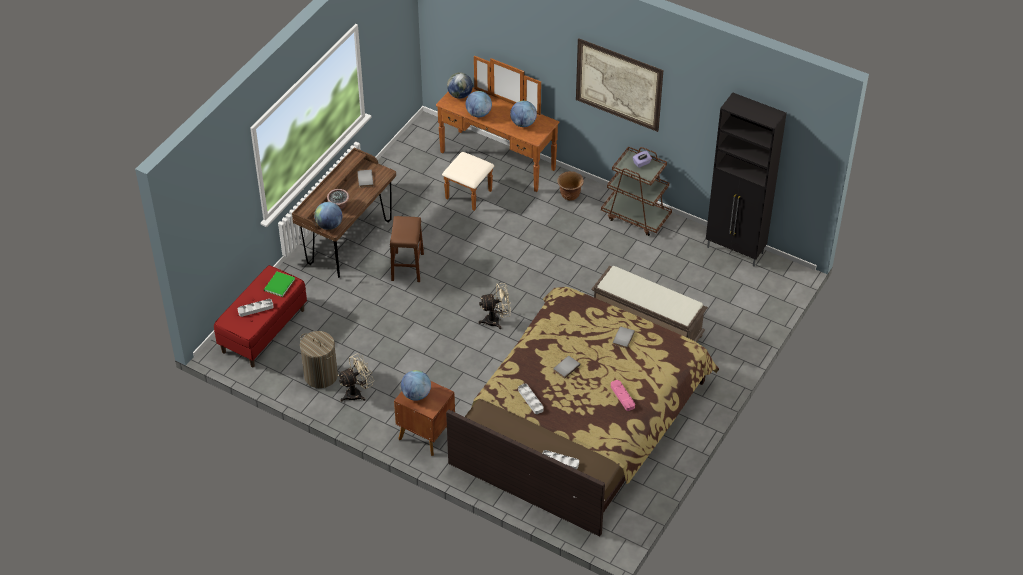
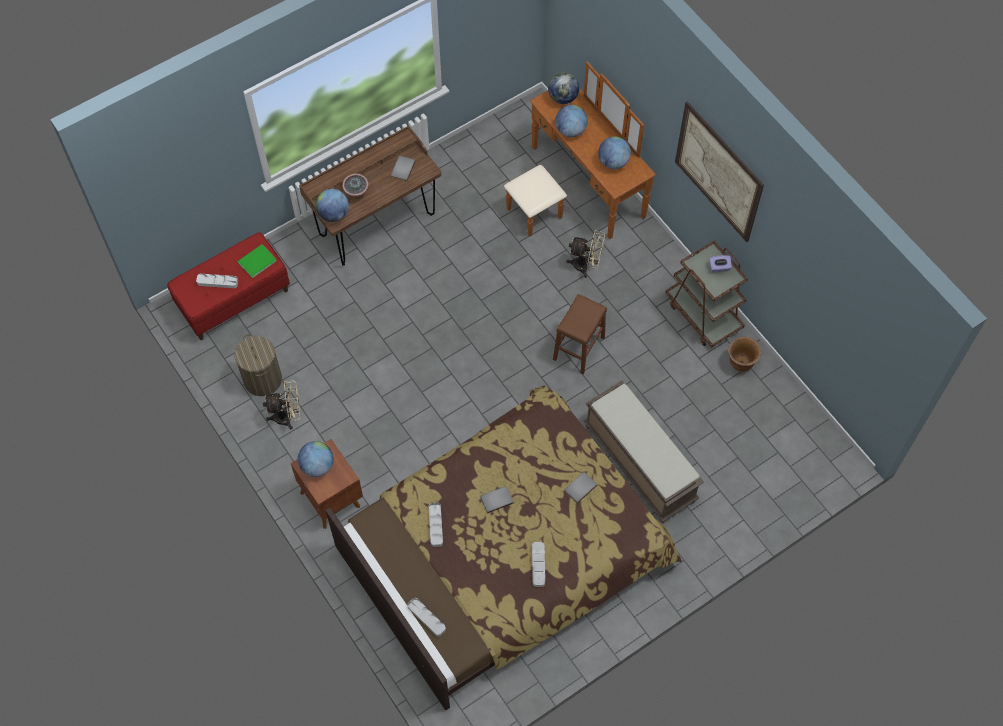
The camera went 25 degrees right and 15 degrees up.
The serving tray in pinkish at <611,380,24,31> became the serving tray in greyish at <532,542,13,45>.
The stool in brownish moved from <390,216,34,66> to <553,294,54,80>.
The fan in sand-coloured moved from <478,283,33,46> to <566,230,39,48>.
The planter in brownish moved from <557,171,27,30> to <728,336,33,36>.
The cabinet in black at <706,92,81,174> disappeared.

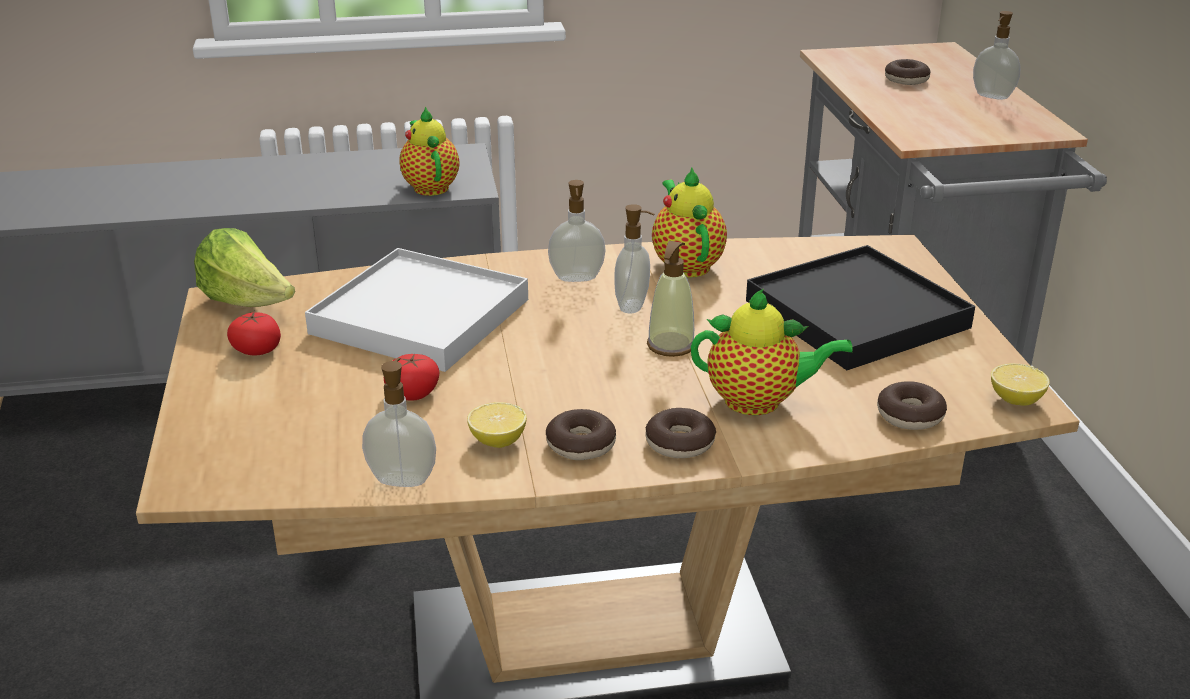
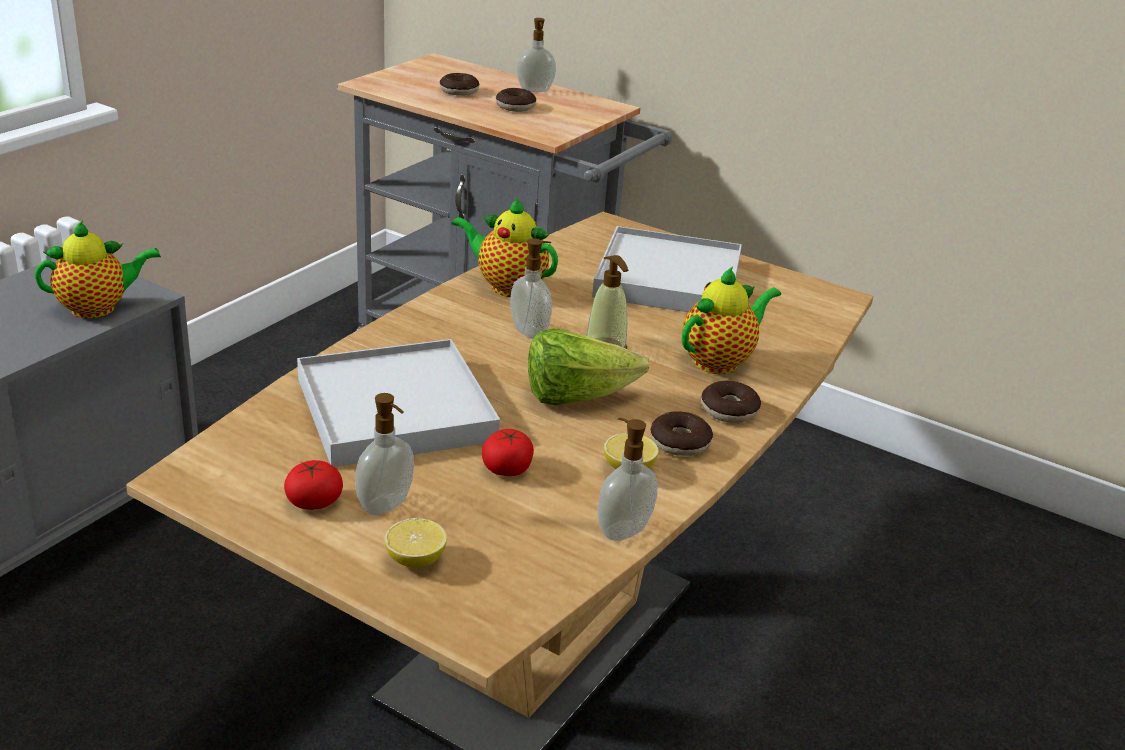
The camera went 50 degrees left and 0 degrees up.
The pot for tea at <399,106,60,90> turned 135 degrees clockwise.
The soap bottle moved from <548,180,58,102> to <355,393,59,122>.
The whole lemon moved from <991,363,59,43> to <384,518,63,50>.
The donut moved from <877,381,70,49> to <496,88,40,24>.
The lettuce head moved from <194,228,101,79> to <528,328,122,78>.
The serving tray in black at <746,245,229,125> became the serving tray in whitish at <592,226,150,86>.

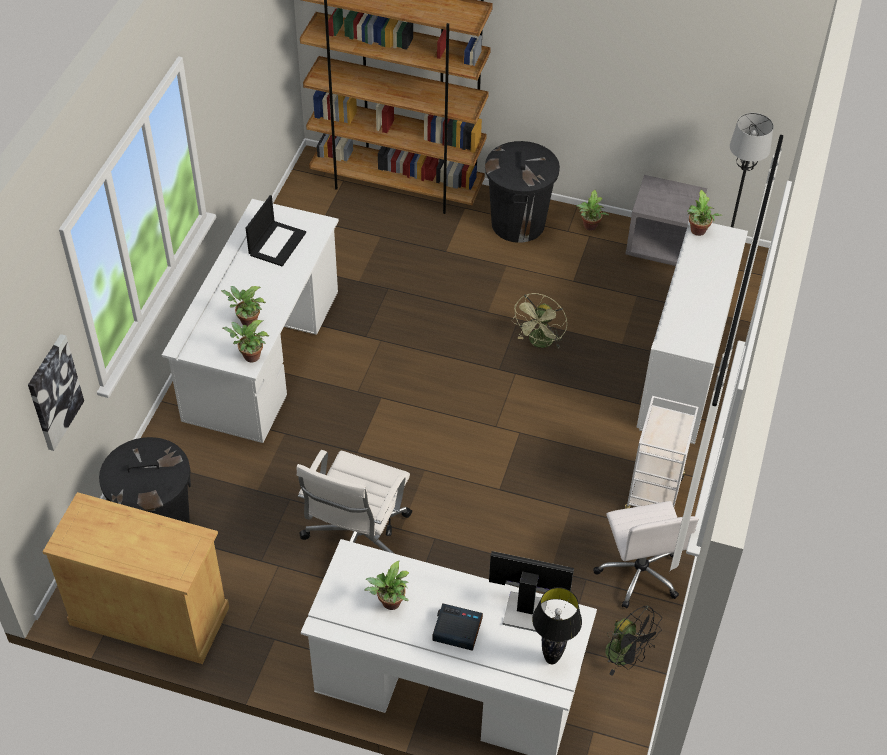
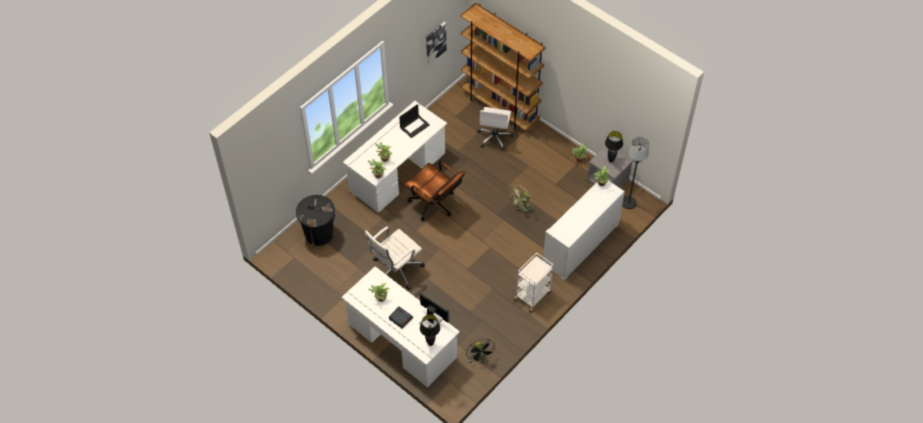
The camera went 25 degrees right and 5 degrees up.
The desk chair in brownish at <405,161,60,60> appeared.
The picture moved from <28,334,56,117> to <426,22,21,43>.
The desk chair in whitish moved from <593,501,106,107> to <477,107,37,44>.
The table lamp in black at <605,131,18,32> appeared.
The cabinet in sand-coloured at <43,492,186,172> disappeared.
The waste bin in black at <485,141,75,102> disappeared.

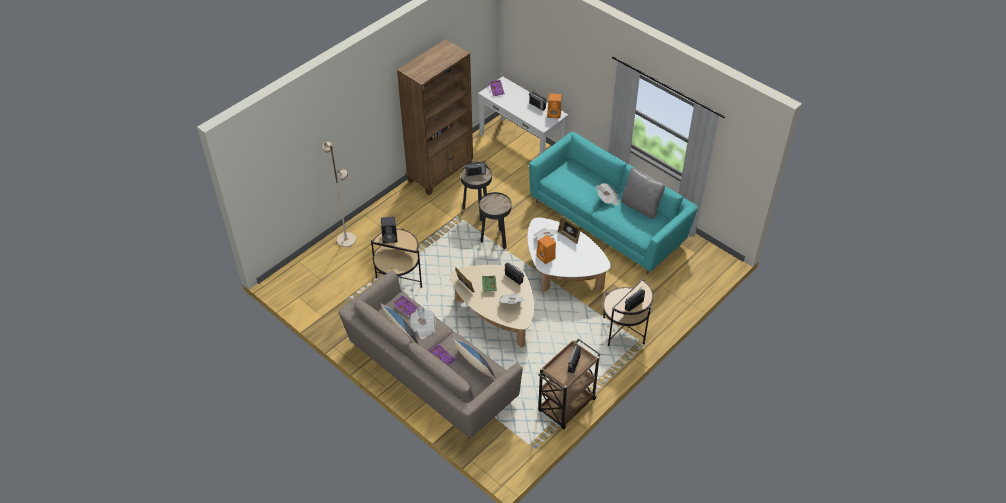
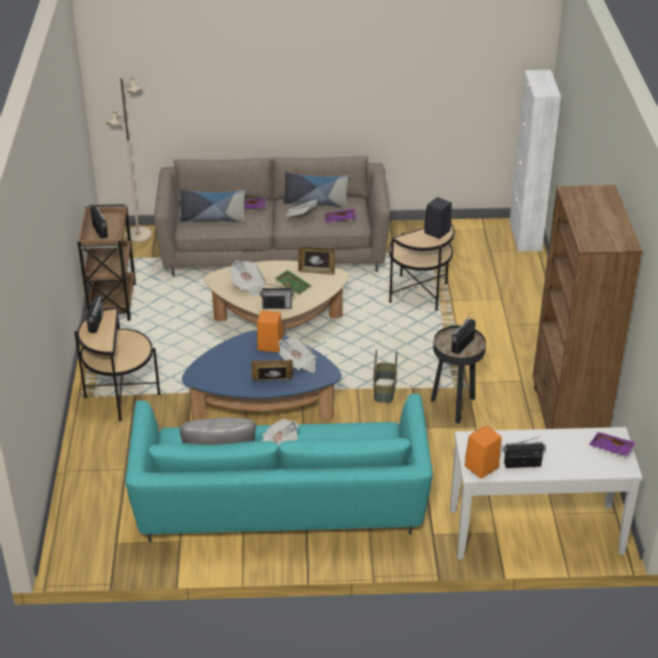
The camera went 135 degrees right and 10 degrees down.
The floor lamp in sand-coloured moved from <322,142,34,105> to <107,78,45,165>.
The low table in whitish at <528,217,83,75> became the low table in blue-coloured at <182,330,160,91>.
The end table in black at <479,192,32,57> was replaced by the storage basket at <373,349,24,54>.
The cabinet in whitish at <509,70,52,182> appeared.

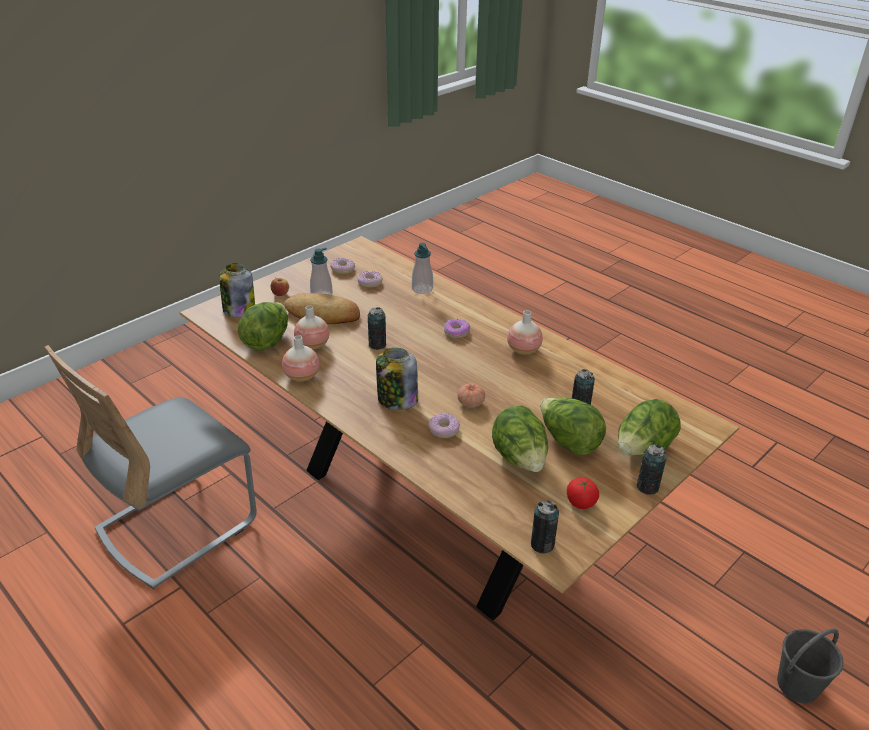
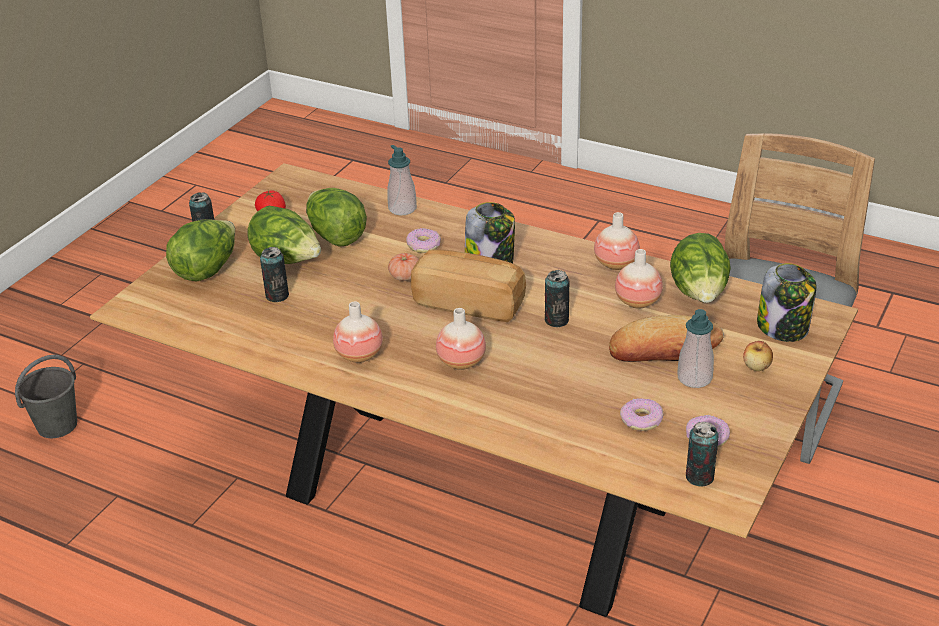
The camera went 165 degrees right and 0 degrees up.
The soap bottle moved from <412,243,21,51> to <388,145,29,70>.
The bread at <411,250,115,72> appeared.
The donut at <444,319,26,19> was replaced by the vase at <436,308,50,62>.
The metal can moved from <531,500,28,53> to <686,422,33,65>.

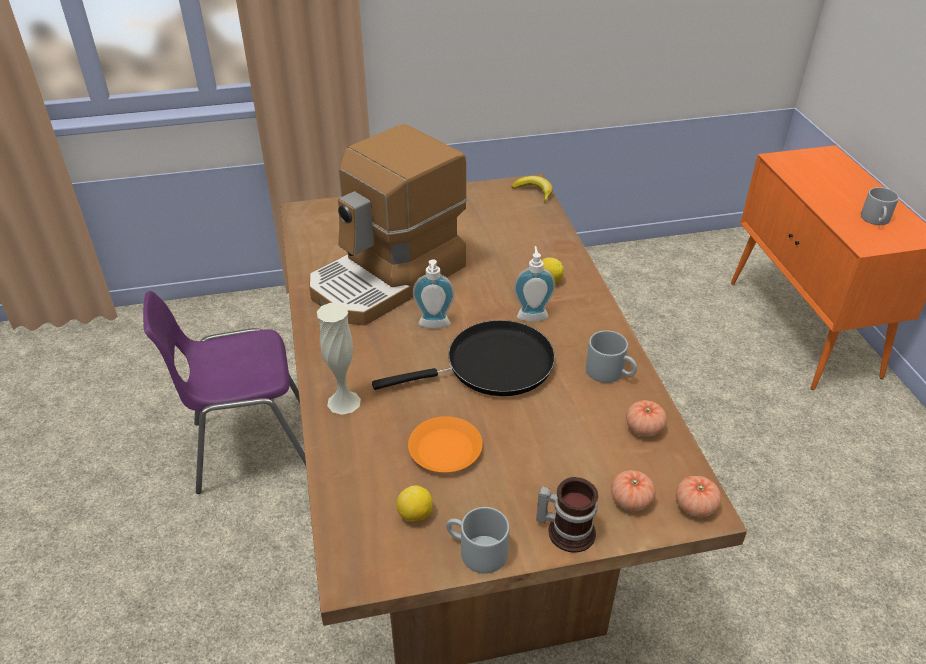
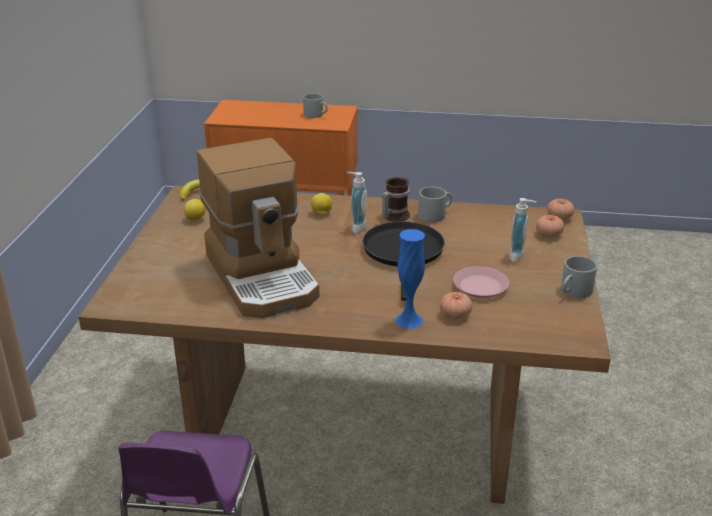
The camera went 70 degrees left and 10 degrees down.
The whole lemon moved from <396,485,37,36> to <184,199,22,21>.
The coffee mug moved from <536,477,62,76> to <382,177,28,45>.
The vase in whitish at <317,303,44,112> became the vase in blue-coloured at <395,229,30,100>.
The whole tomato moved from <626,400,41,37> to <440,292,32,27>.
The dinner plate in orange at <408,416,75,57> became the dinner plate in pinkish at <453,266,56,32>.
The soap bottle moved from <413,259,42,70> to <510,198,27,64>.

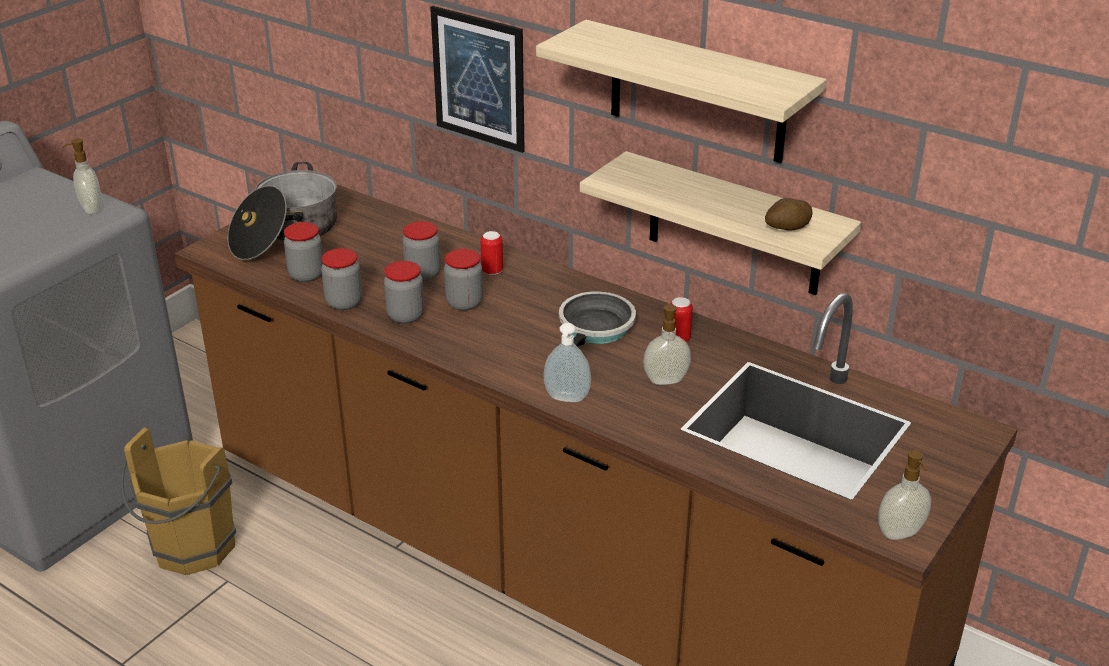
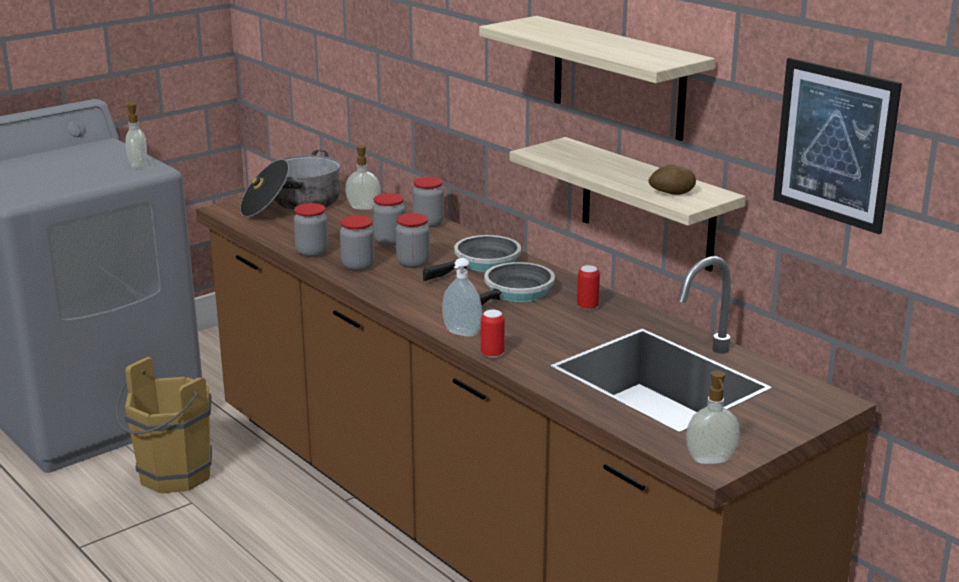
The camera went 15 degrees right and 10 degrees down.
The soap bottle moved from <643,302,48,83> to <345,145,36,65>.
The jar moved from <284,222,39,60> to <413,177,31,51>.
The pan at <423,235,98,46> appeared.
The metal can moved from <480,231,23,44> to <481,310,24,48>.
The picture moved from <430,6,95,147> to <773,58,129,176>.

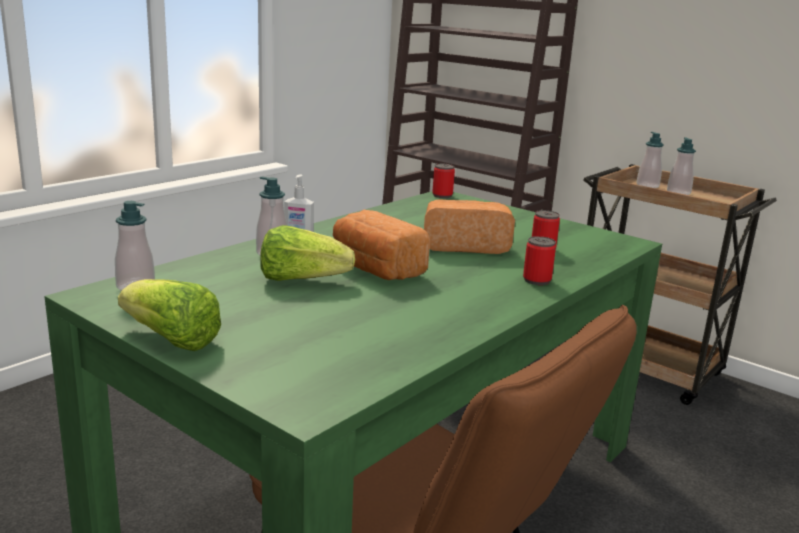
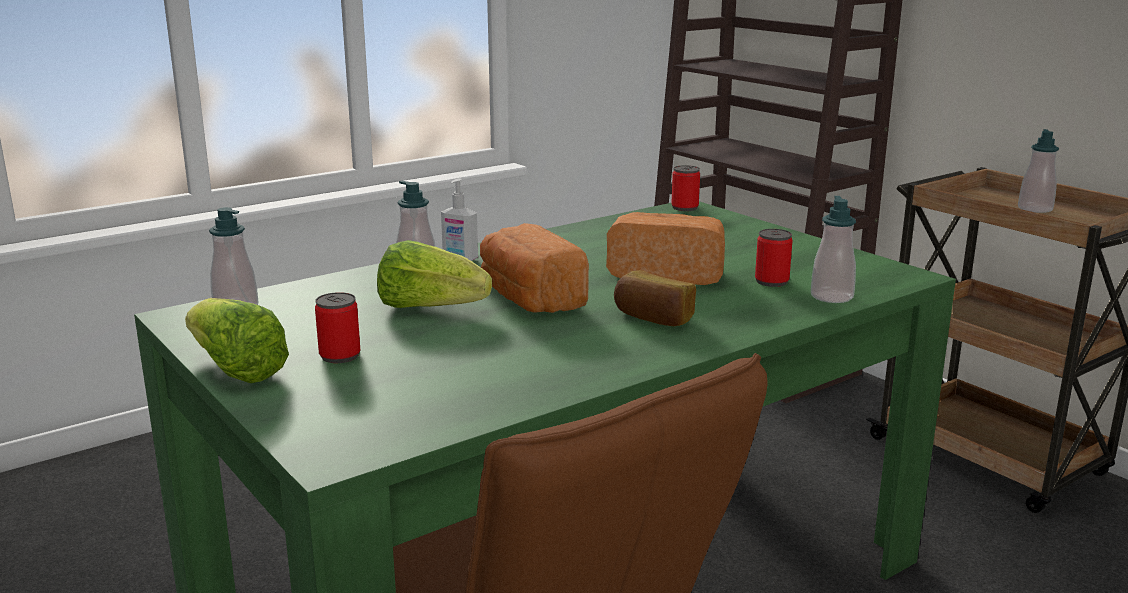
The camera went 15 degrees right and 0 degrees up.
The metal can moved from <523,236,33,49> to <315,292,45,71>.
The bread at <614,270,82,56> appeared.
The soap bottle moved from <636,132,28,56> to <811,196,45,107>.

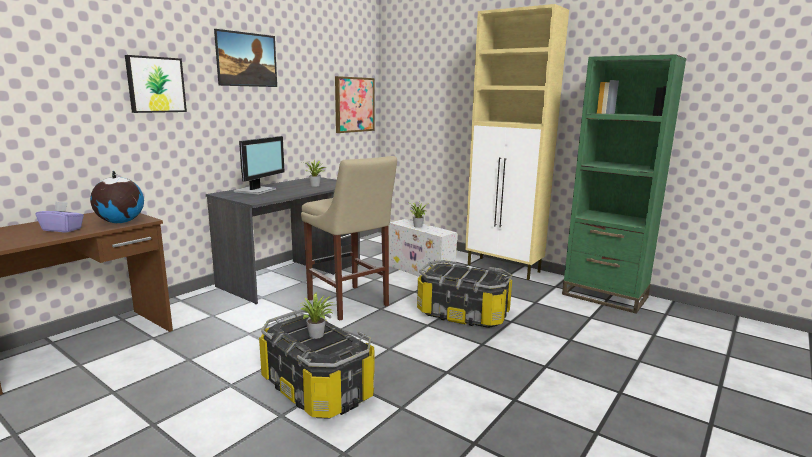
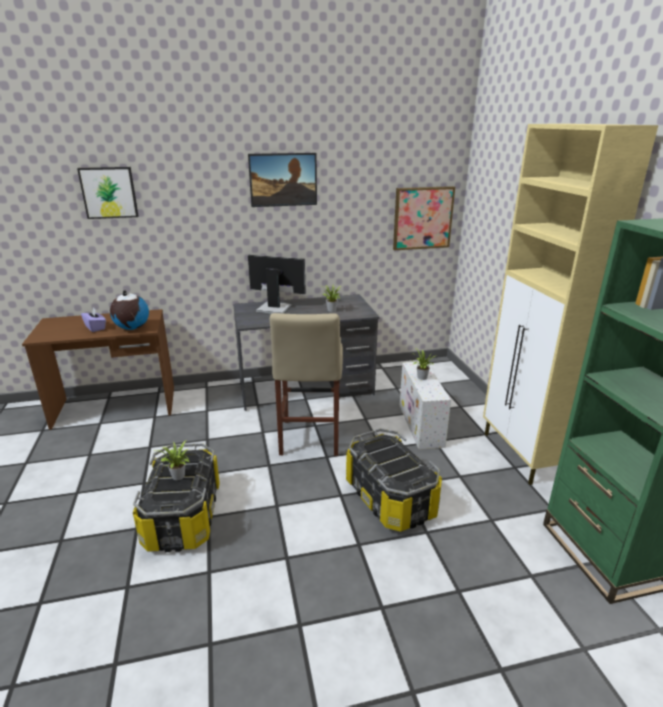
The camera went 40 degrees right and 10 degrees up.
The picture moved from <125,55,62,58> to <77,167,62,52>.
The computer display at <234,136,51,59> turned 135 degrees counterclockwise.

